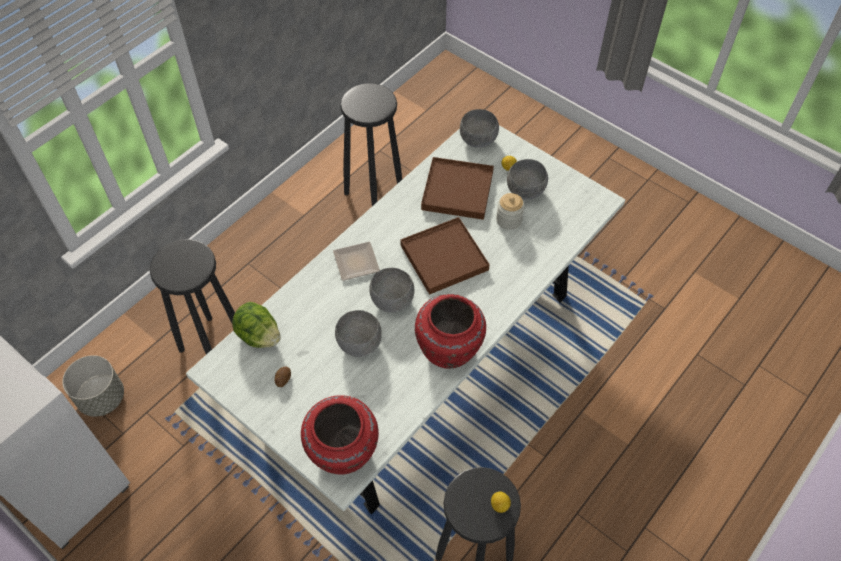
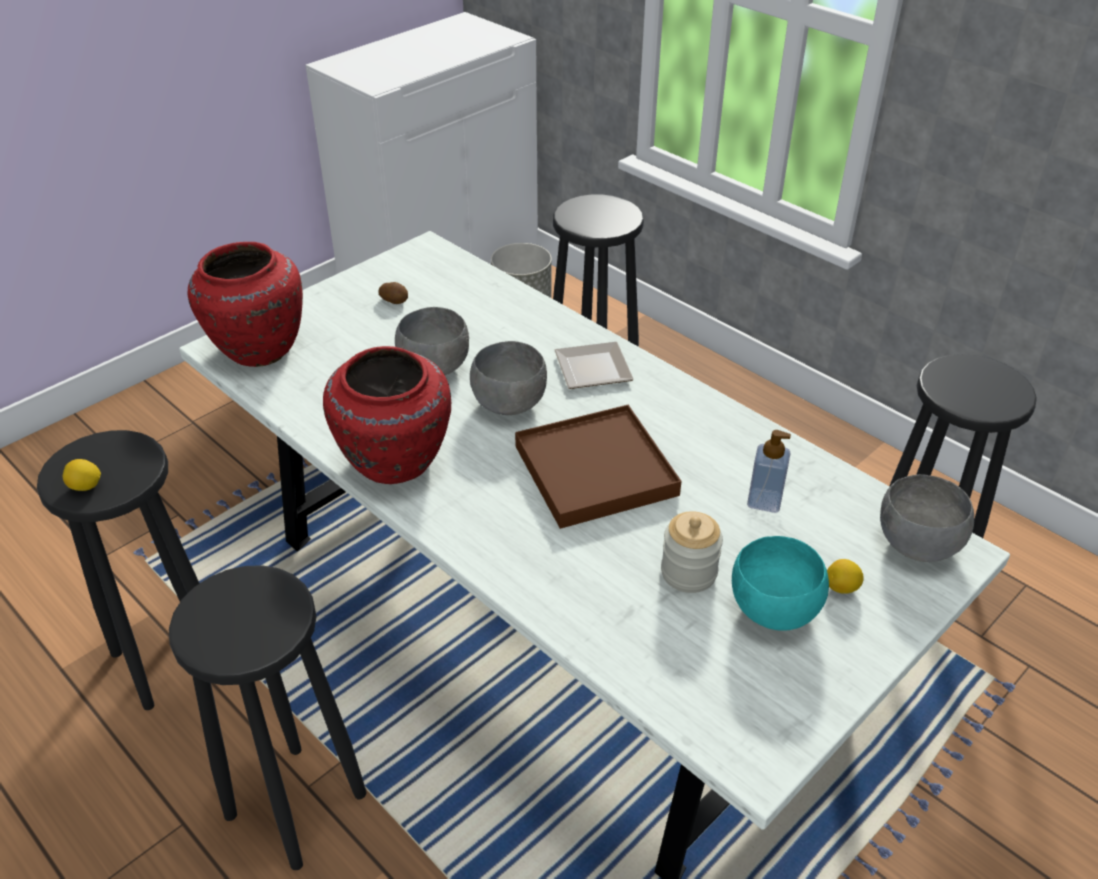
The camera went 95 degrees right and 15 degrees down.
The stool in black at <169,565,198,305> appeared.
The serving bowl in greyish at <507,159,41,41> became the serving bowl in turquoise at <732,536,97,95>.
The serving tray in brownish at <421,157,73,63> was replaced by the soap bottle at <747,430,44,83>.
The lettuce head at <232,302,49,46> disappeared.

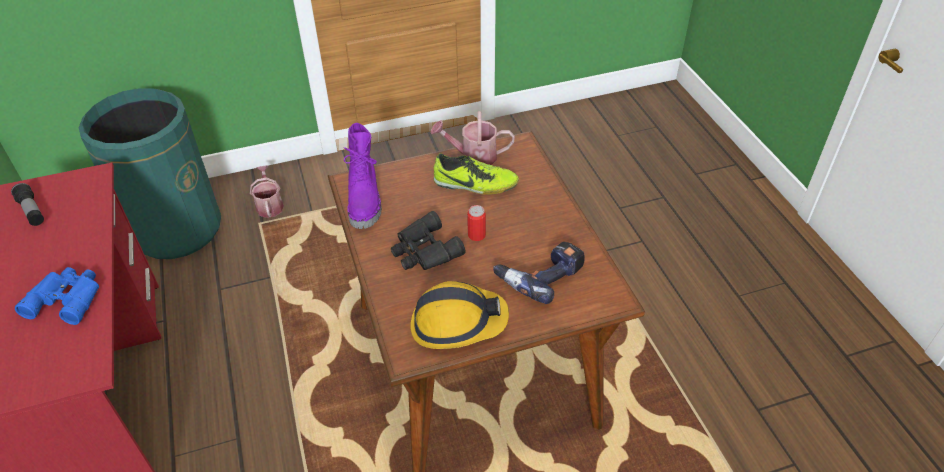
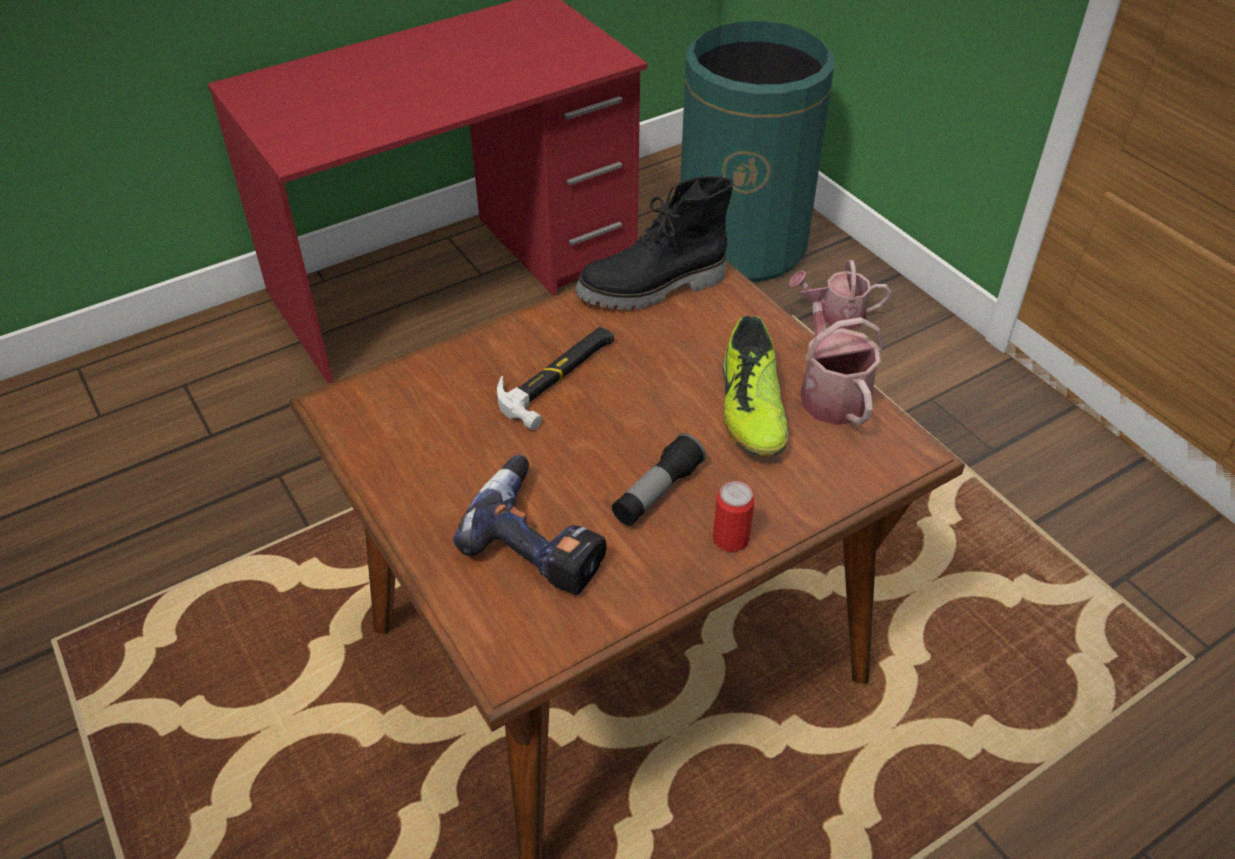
The camera went 75 degrees right and 0 degrees up.
The pair of binoculars in black at <391,211,75,59> was replaced by the tool hammer at <497,327,117,103>.
The high-top boot in purple at <343,123,39,106> became the high-top boot in black at <576,176,157,134>.
The hand torch moved from <11,183,33,43> to <612,433,94,93>.
The metal can moved from <467,205,19,36> to <713,481,42,71>.
The watering can at <250,165,34,53> turned 150 degrees counterclockwise.
The pair of binoculars in blue-coloured at <15,267,84,58> disappeared.
The hard hat at <411,281,98,68> disappeared.

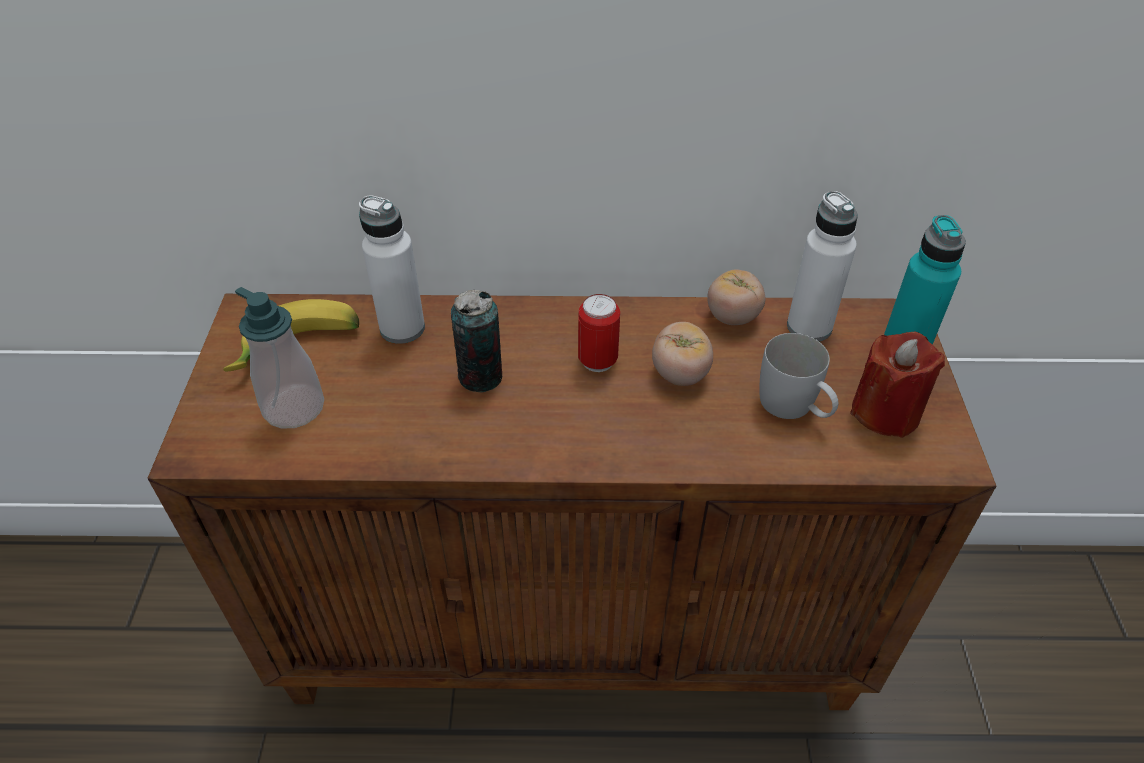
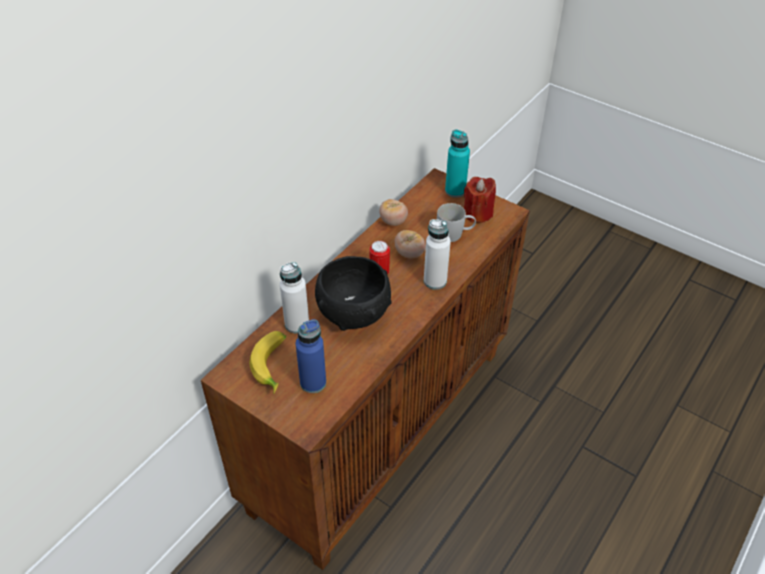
The camera went 55 degrees left and 0 degrees up.
The soap bottle at <235,287,89,141> was replaced by the bottle in blue-coloured at <296,319,30,74>.
The metal can at <451,290,51,103> was replaced by the serving bowl in black at <315,256,77,75>.
The bottle in whitish moved from <787,191,71,150> to <424,219,27,71>.

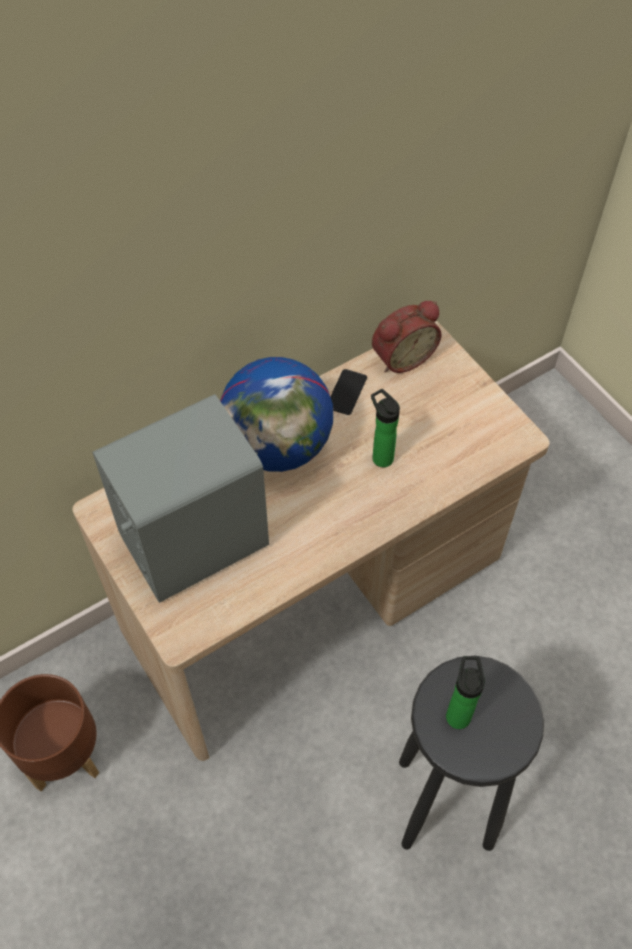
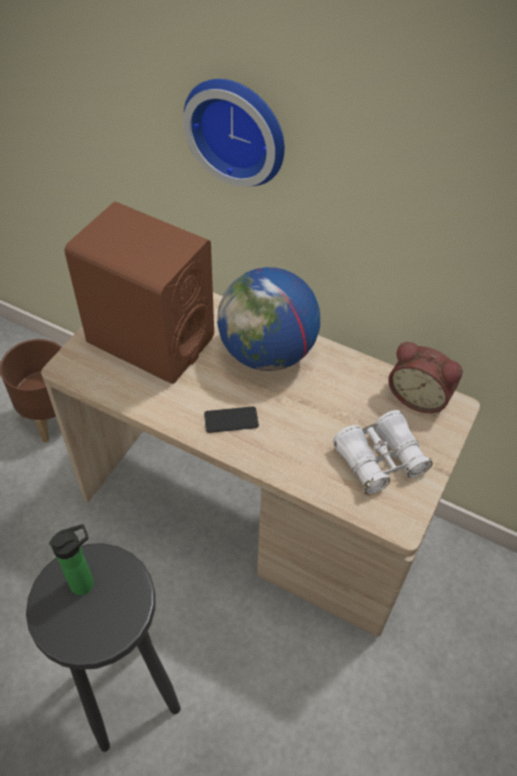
The camera went 60 degrees right and 5 degrees down.
The speaker in greyish at <92,394,177,209> became the speaker in brownish at <64,202,150,182>.
The wall clock at <183,79,102,108> appeared.
The handset moved from <330,369,37,46> to <204,406,55,27>.
The pair of binoculars in whitish at <333,410,100,85> appeared.
The bottle at <371,389,29,78> disappeared.

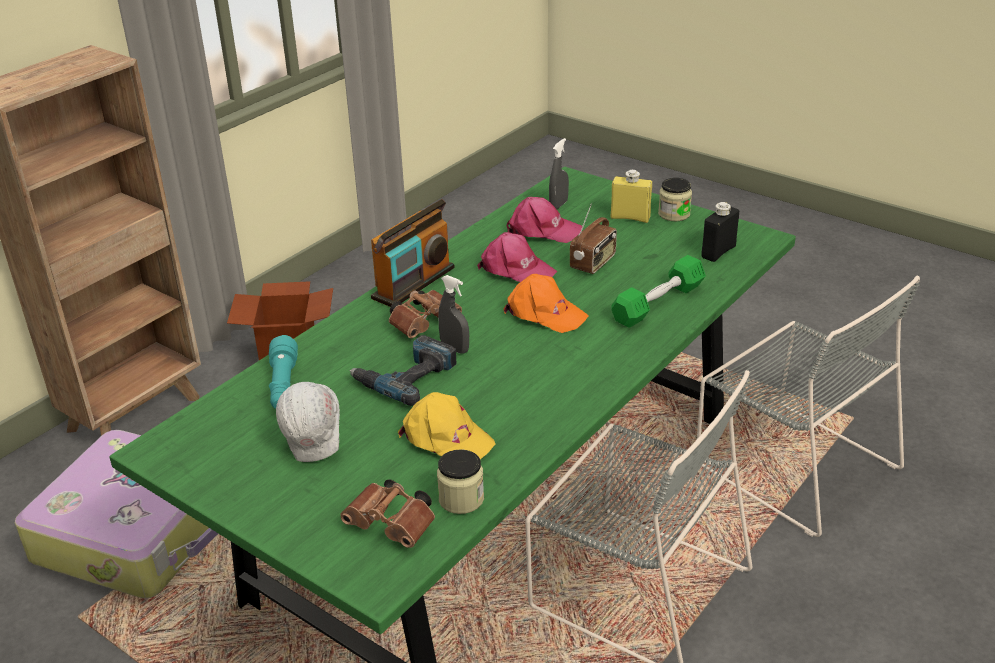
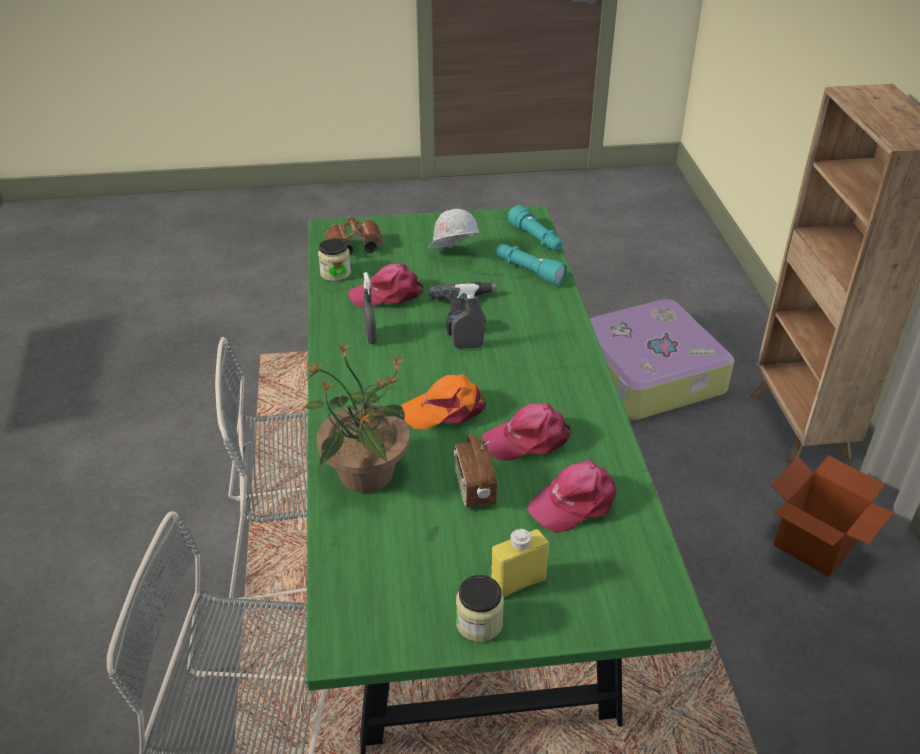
The camera went 135 degrees right and 5 degrees up.
The dumbbell in greenish at <611,255,95,73> was replaced by the houseplant at <302,343,108,150>.
The baseball cap in yellow at <398,392,97,68> became the baseball cap in pinkish at <348,263,76,45>.
The sprayer in greyish moved from <549,138,20,71> to <363,272,14,72>.
The hand torch in turquoise at <508,205,54,46> appeared.
The radio set at <371,199,84,108> disappeared.
The pair of binoculars in brownish at <389,290,73,48> disappeared.
The bottle in black at <701,202,38,60> disappeared.

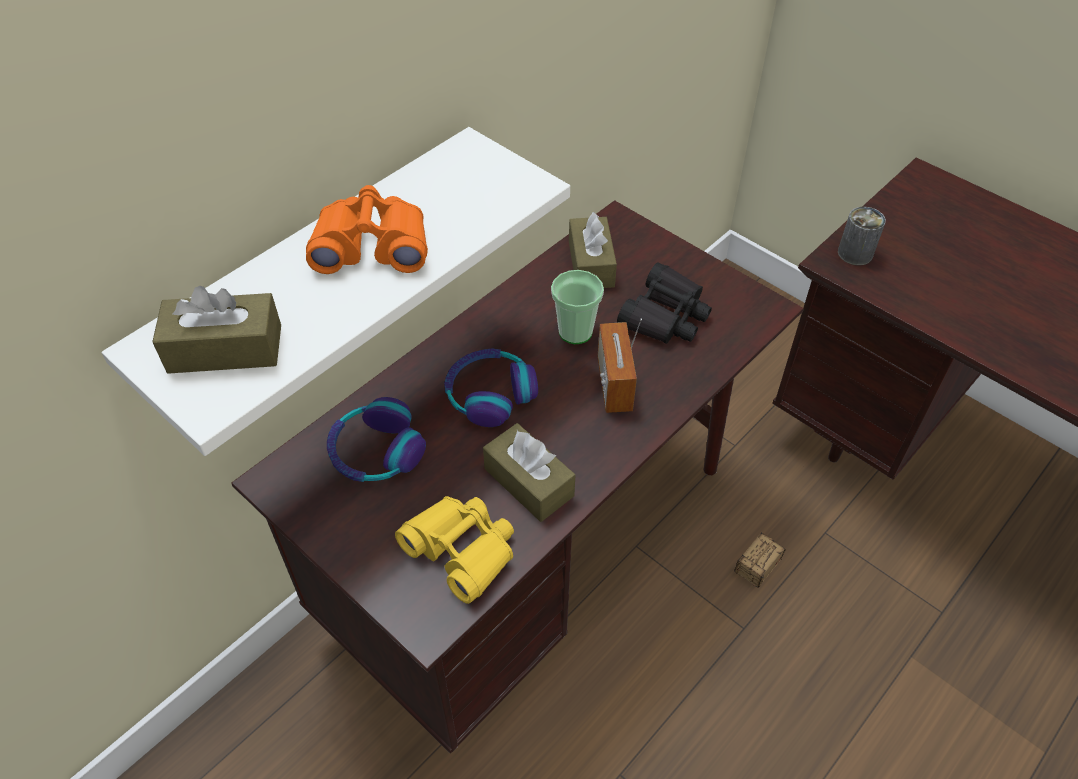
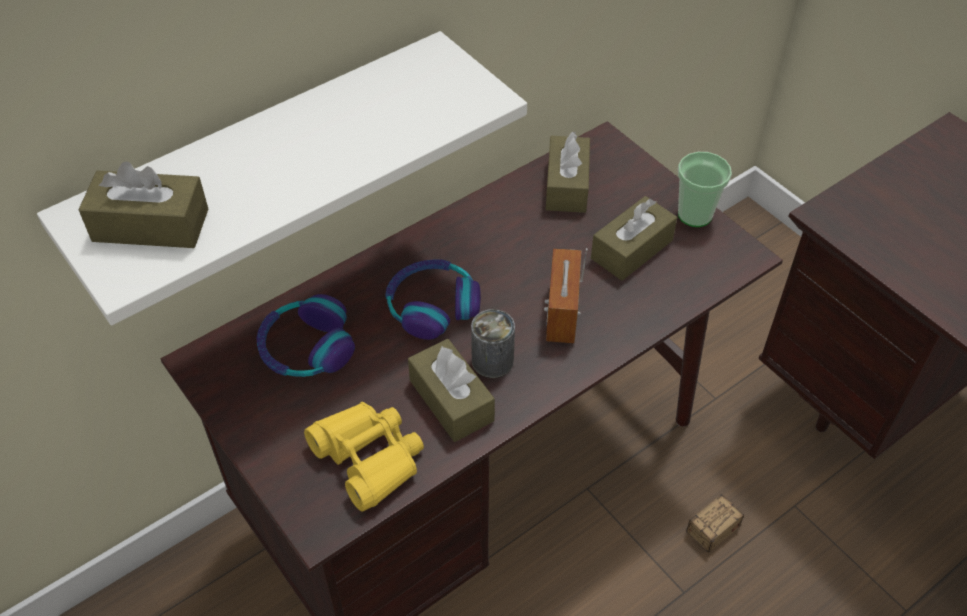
The camera went 10 degrees right and 0 degrees up.
The metal can moved from <838,207,48,58> to <471,309,44,69>.
The pair of binoculars in black at <617,262,95,82> was replaced by the tissue box in brownish at <591,196,86,85>.
The small cup moved from <551,270,53,74> to <678,152,54,75>.
The pair of binoculars in orange at <306,185,122,89> disappeared.

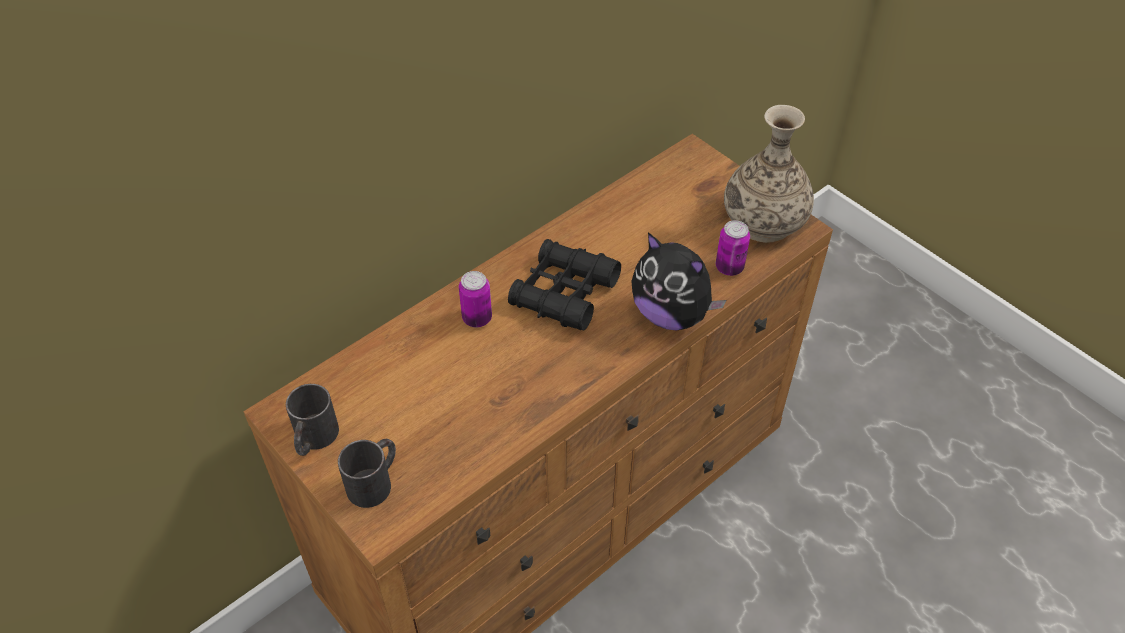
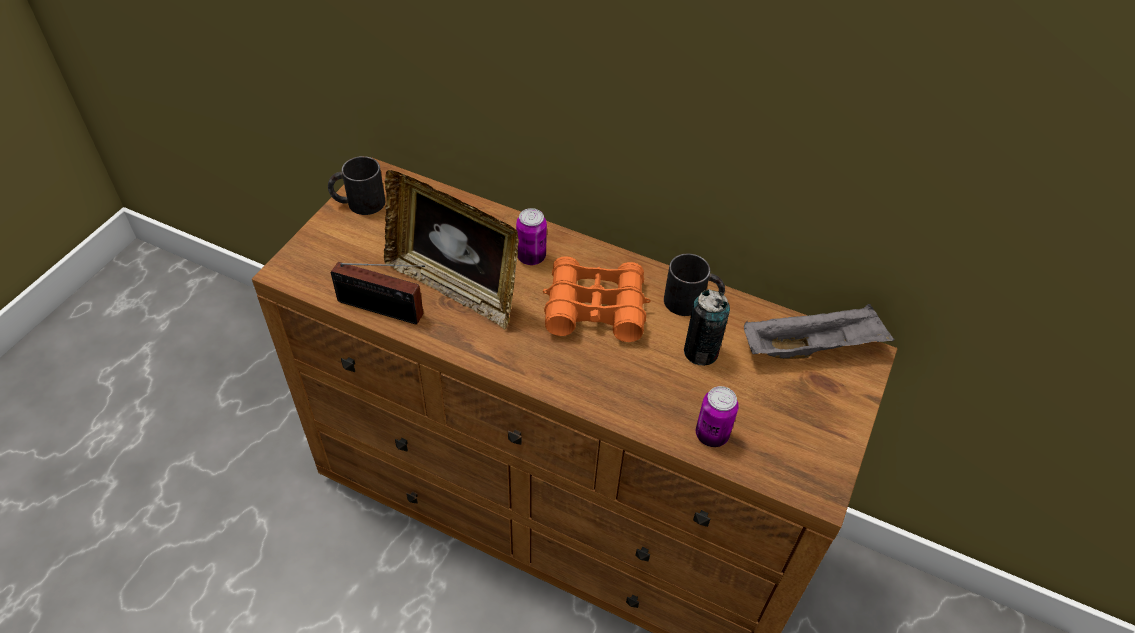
The camera went 65 degrees right and 0 degrees up.
The radio set at <331,262,94,63> appeared.
The standing frame at <384,170,135,160> appeared.
The pair of binoculars in black at <508,239,113,91> became the pair of binoculars in orange at <543,256,107,86>.
The coffee mug in black moved from <338,439,58,69> to <664,254,61,62>.
The metal can at <684,289,46,77> appeared.
The serving tray in greyish at <744,304,151,55> appeared.
The soft toy at <631,232,95,98> disappeared.
The vase at <724,105,90,138> disappeared.

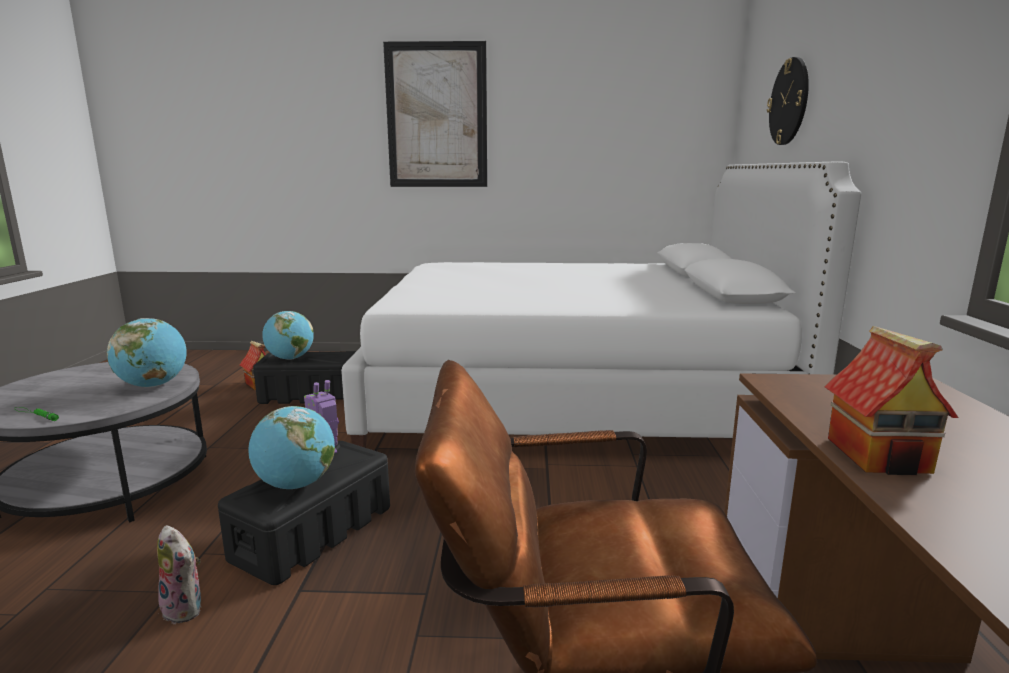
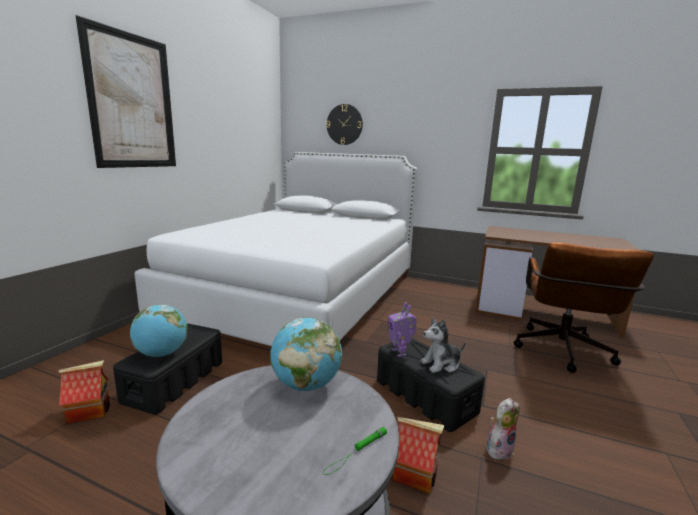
The camera went 70 degrees left and 0 degrees up.
The miniature house moved from <824,326,134,149> to <392,417,52,77>.
The desk globe at <249,406,86,83> was replaced by the soft toy at <420,318,46,55>.

